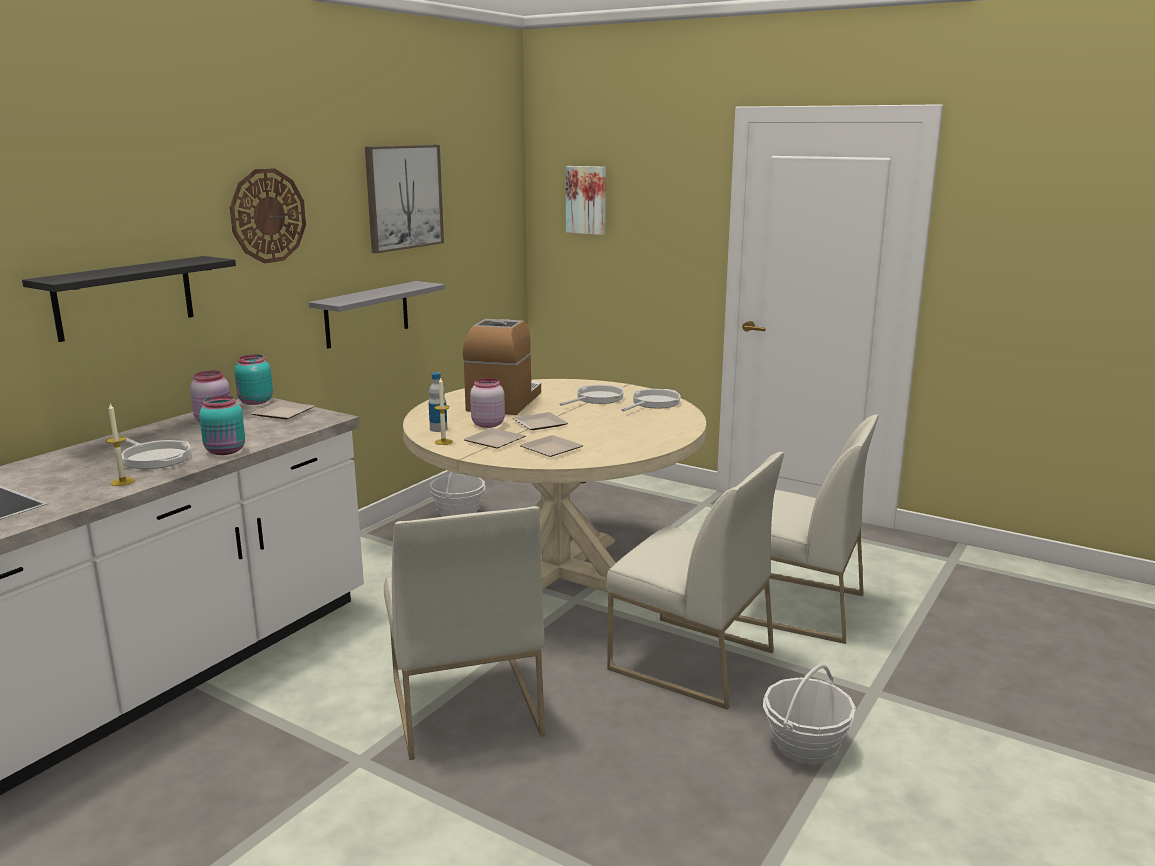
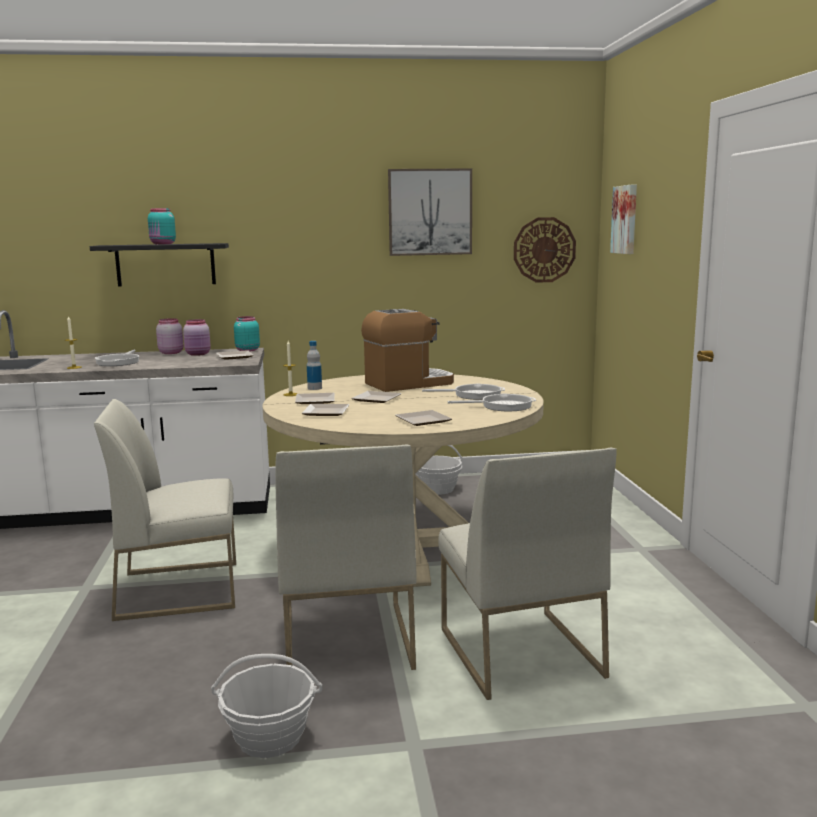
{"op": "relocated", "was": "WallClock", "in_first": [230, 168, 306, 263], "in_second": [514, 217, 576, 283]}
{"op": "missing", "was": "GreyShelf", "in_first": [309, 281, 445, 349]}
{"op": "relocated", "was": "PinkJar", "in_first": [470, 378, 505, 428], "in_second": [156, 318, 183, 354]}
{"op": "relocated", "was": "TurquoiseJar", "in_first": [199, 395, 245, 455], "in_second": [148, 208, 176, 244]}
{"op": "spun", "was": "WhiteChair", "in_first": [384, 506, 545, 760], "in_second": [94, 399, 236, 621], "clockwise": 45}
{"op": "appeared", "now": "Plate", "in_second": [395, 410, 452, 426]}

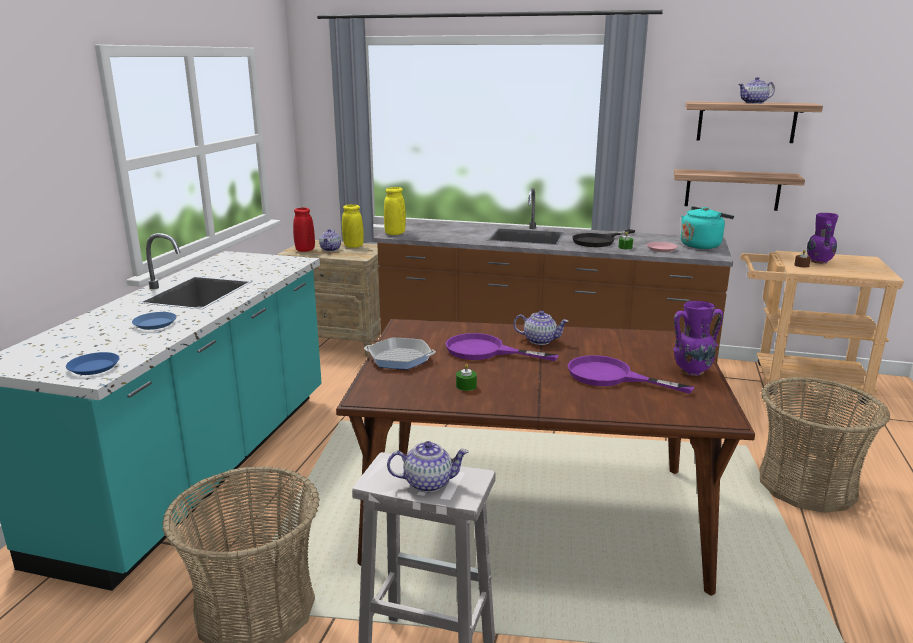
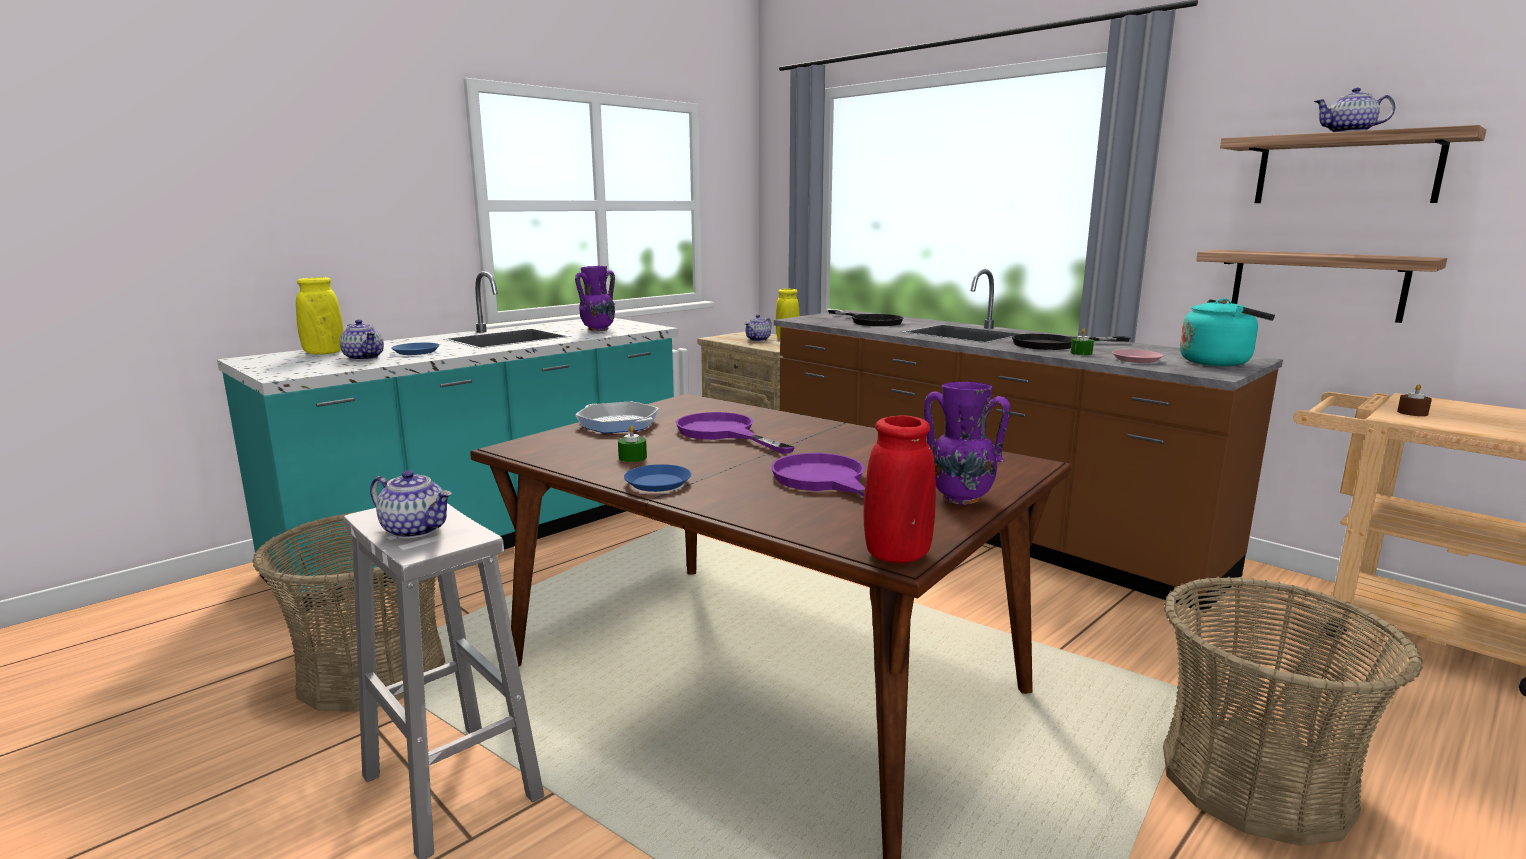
{"op": "relocated", "was": "YellowVase", "in_first": [384, 187, 406, 235], "in_second": [296, 277, 344, 354]}
{"op": "relocated", "was": "RedVase", "in_first": [293, 207, 315, 252], "in_second": [864, 415, 936, 563]}
{"op": "relocated", "was": "PurpleVase", "in_first": [807, 213, 838, 264], "in_second": [575, 266, 615, 331]}
{"op": "relocated", "was": "Teapot", "in_first": [513, 310, 569, 345], "in_second": [340, 319, 384, 360]}
{"op": "relocated", "was": "BluePlate", "in_first": [66, 352, 119, 375], "in_second": [624, 464, 691, 492]}
{"op": "appeared", "now": "BlackFryingPan", "in_second": [828, 310, 904, 326]}

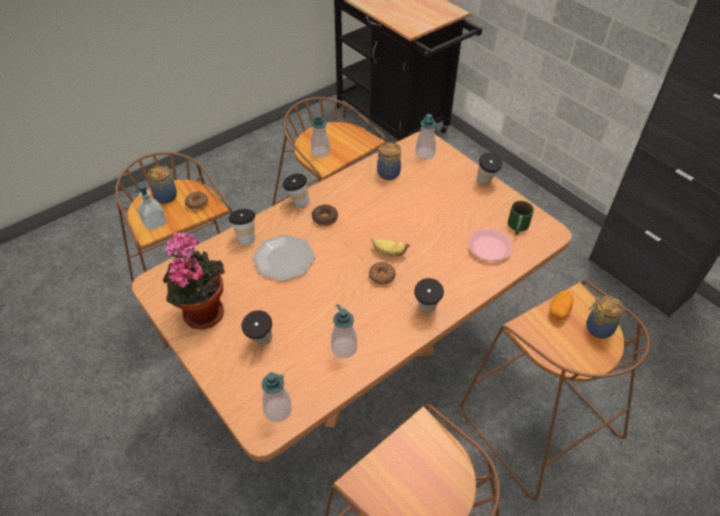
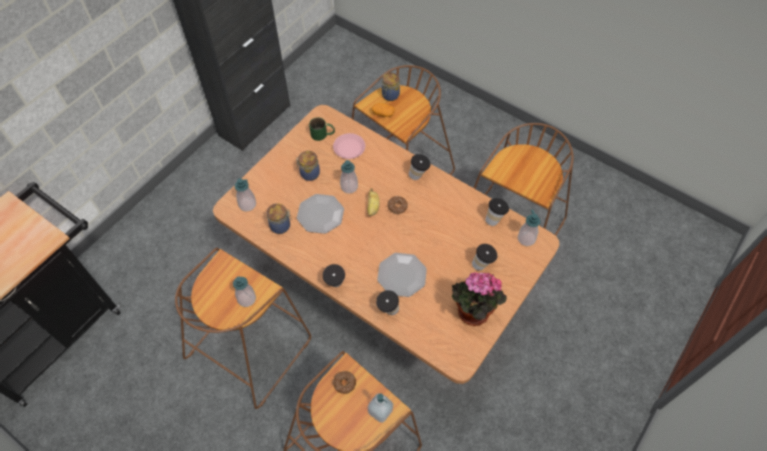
{"op": "relocated", "was": "Cup", "in_first": [477, 153, 503, 184], "in_second": [485, 198, 509, 226]}
{"op": "relocated", "was": "Jar", "in_first": [147, 166, 177, 204], "in_second": [296, 151, 320, 181]}
{"op": "missing", "was": "Donut", "in_first": [312, 205, 338, 226]}
{"op": "relocated", "was": "SoapDispenser", "in_first": [331, 304, 357, 358], "in_second": [340, 160, 358, 193]}
{"op": "appeared", "now": "Plate", "in_second": [297, 194, 344, 234]}

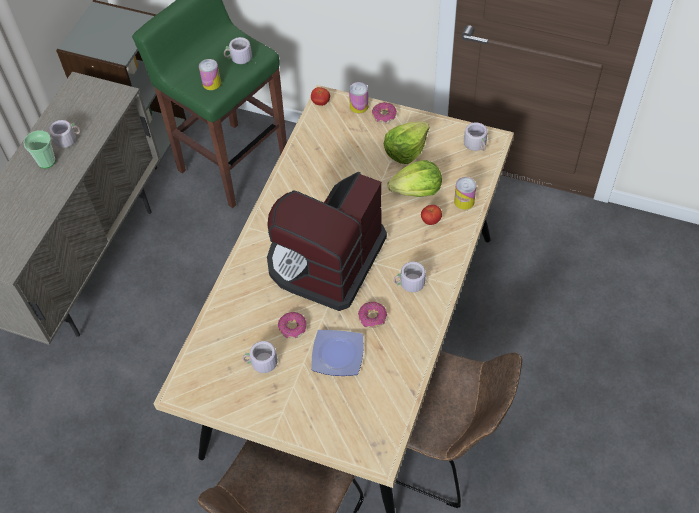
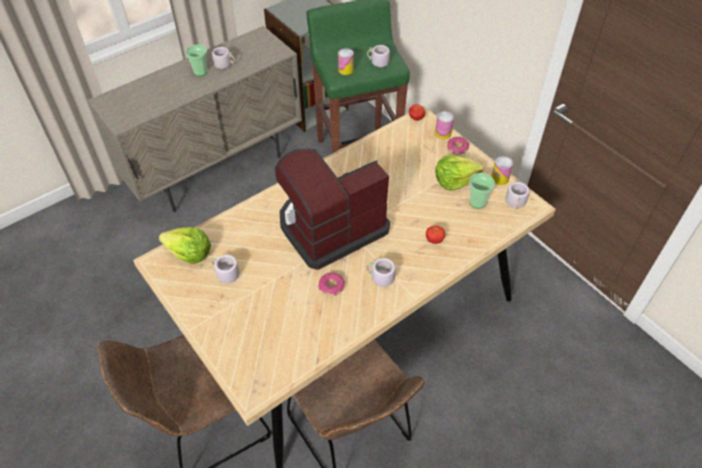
{"op": "relocated", "was": "Lettuce", "in_first": [388, 160, 442, 197], "in_second": [159, 227, 211, 264]}
{"op": "relocated", "was": "Can", "in_first": [454, 177, 476, 210], "in_second": [491, 156, 513, 185]}
{"op": "missing", "was": "Donut", "in_first": [278, 312, 306, 339]}
{"op": "missing", "was": "Plate", "in_first": [312, 330, 364, 376]}
{"op": "appeared", "now": "Cup", "in_second": [469, 173, 495, 209]}

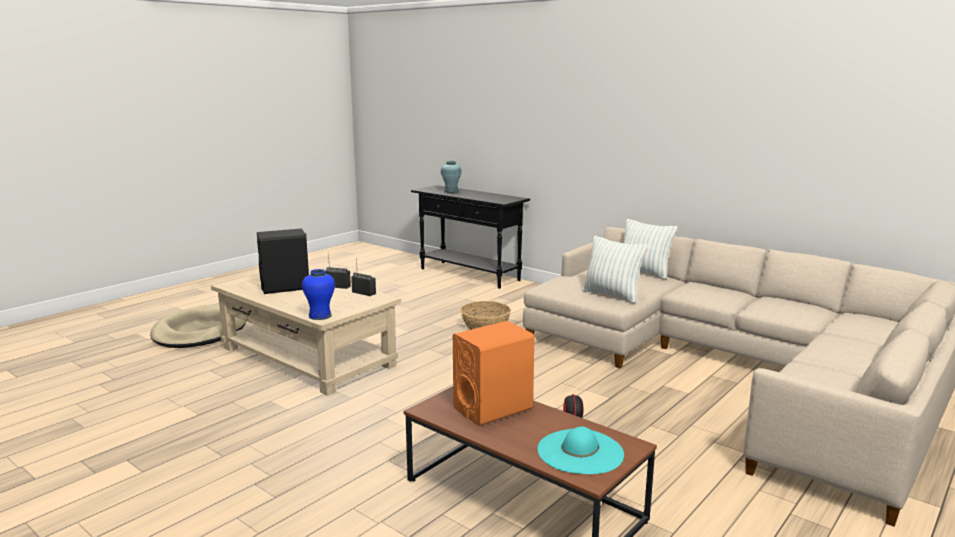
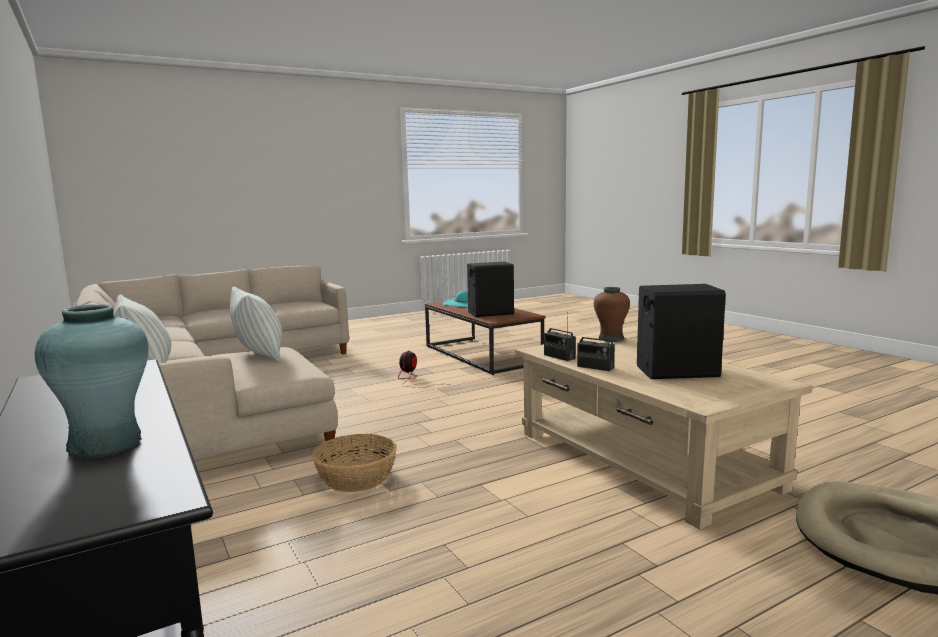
{"op": "colour", "was": "BlueVase", "now": "BrownVase", "in_first": [302, 269, 335, 320], "in_second": [594, 287, 630, 342]}
{"op": "colour", "was": "OrangeSpeaker", "now": "BlackSpeaker", "in_first": [453, 321, 535, 426], "in_second": [467, 262, 514, 317]}

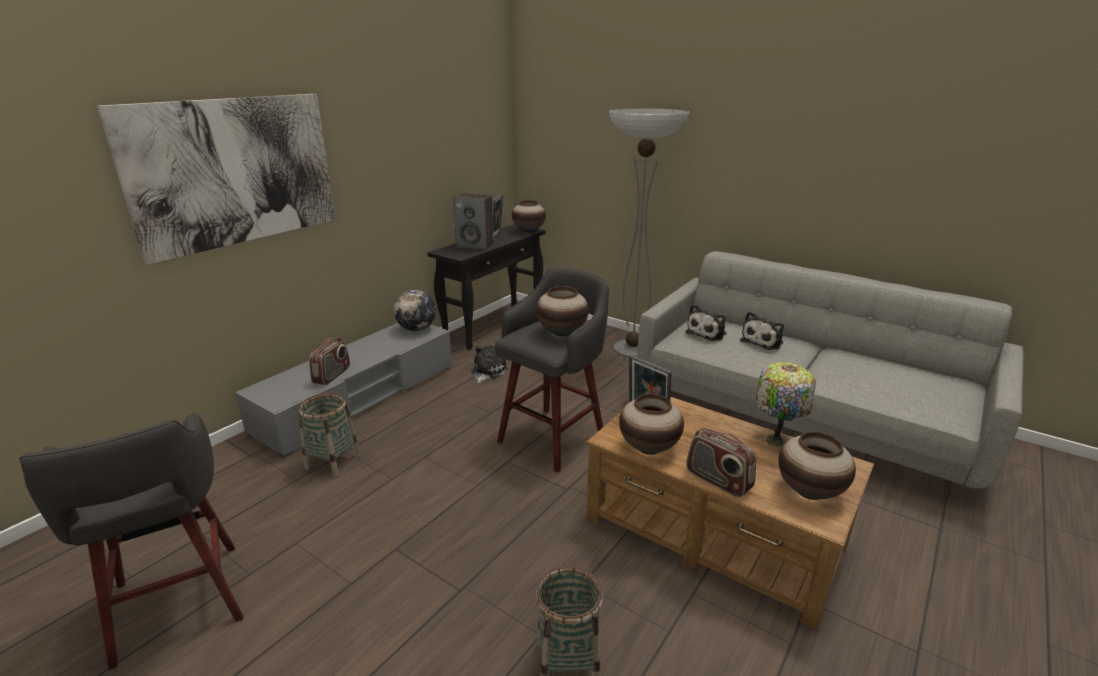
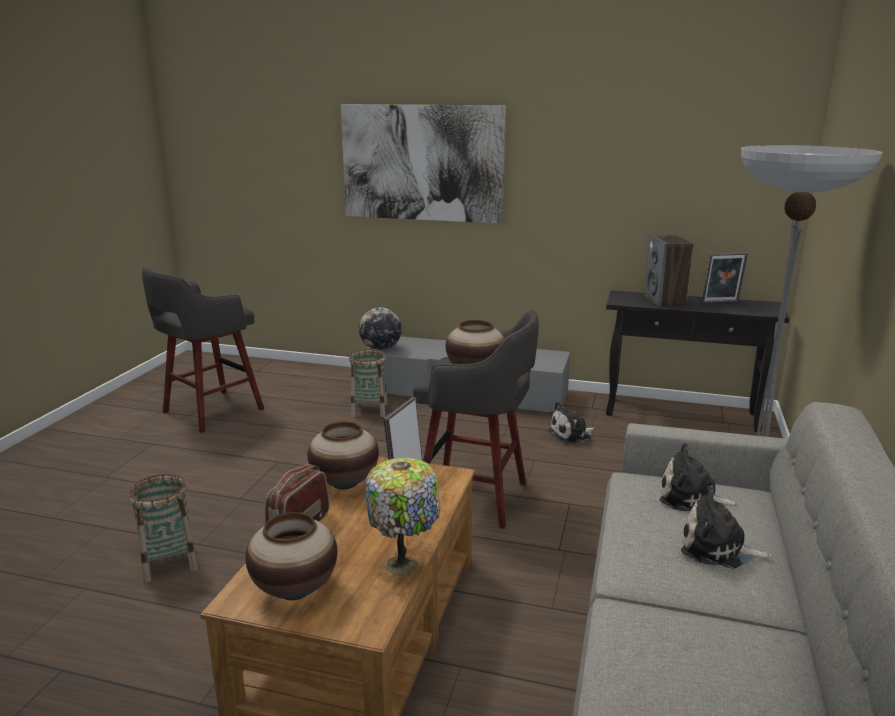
{"op": "missing", "was": "Vase", "in_first": [512, 200, 546, 233]}
{"op": "relocated", "was": "Globe", "in_first": [394, 290, 436, 331], "in_second": [359, 307, 402, 350]}
{"op": "missing", "was": "Radio", "in_first": [309, 337, 350, 385]}
{"op": "spun", "was": "PlushToy", "in_first": [471, 345, 507, 383], "in_second": [548, 401, 594, 444], "clockwise": 150}

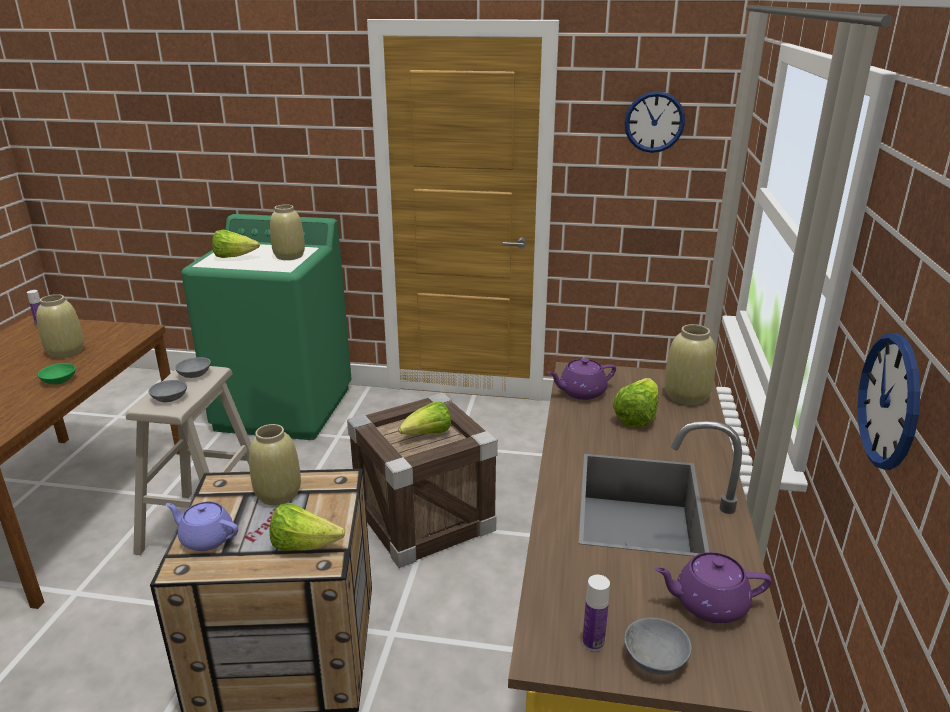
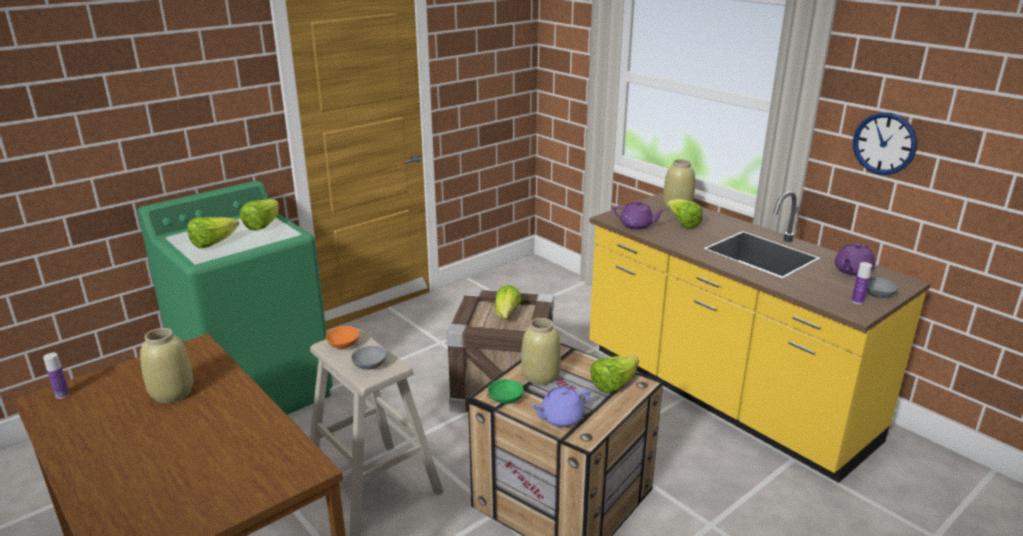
{"op": "missing", "was": "WallClock", "in_first": [624, 91, 685, 153]}
{"op": "exchanged", "was": "BeigeVase", "now": "Lettuce", "in_first": [270, 205, 305, 260], "in_second": [240, 199, 279, 231]}
{"op": "colour", "was": "GreyBowl", "now": "OrangeBowl", "in_first": [175, 357, 211, 378], "in_second": [326, 326, 360, 349]}
{"op": "spun", "was": "PurpleTeapot", "in_first": [547, 358, 616, 400], "in_second": [613, 201, 666, 229], "clockwise": -90}
{"op": "relocated", "was": "GreenBowl", "in_first": [38, 363, 76, 385], "in_second": [488, 379, 524, 404]}

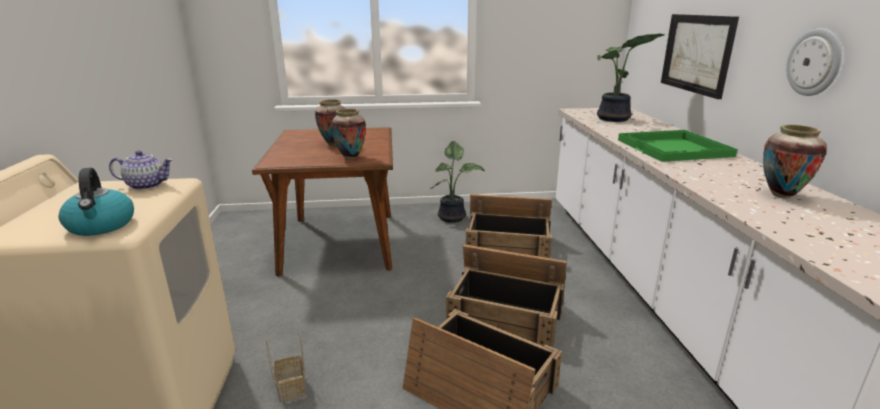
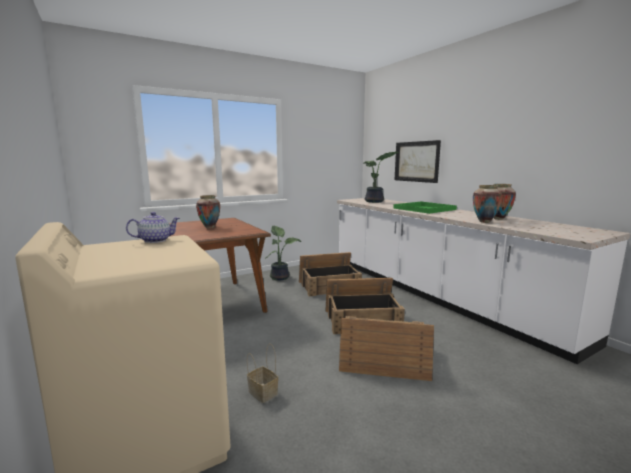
{"op": "missing", "was": "WallClock", "in_first": [786, 28, 842, 96]}
{"op": "relocated", "was": "Vase", "in_first": [331, 109, 366, 159], "in_second": [473, 185, 502, 223]}
{"op": "missing", "was": "Kettle", "in_first": [59, 167, 134, 236]}

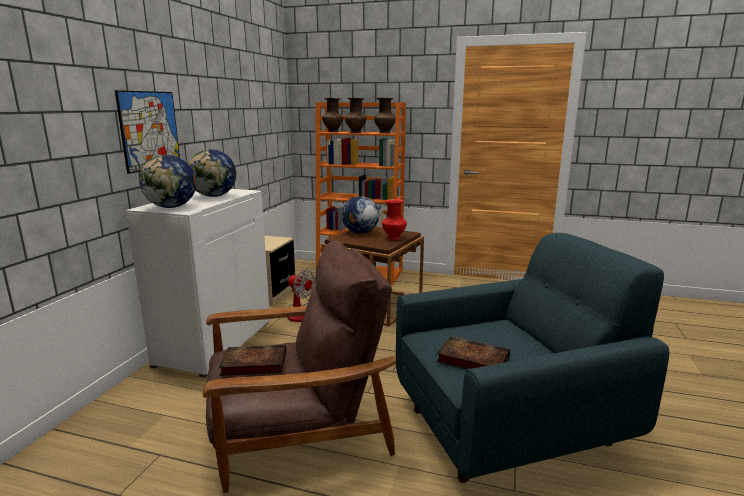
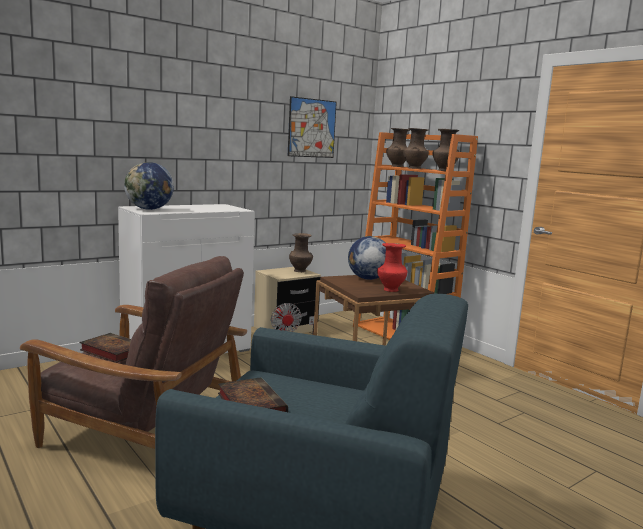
{"op": "relocated", "was": "Picture", "in_first": [115, 90, 180, 174], "in_second": [288, 96, 337, 158]}
{"op": "missing", "was": "Globe", "in_first": [189, 149, 236, 197]}
{"op": "appeared", "now": "BrownVase", "in_second": [289, 233, 313, 272]}

